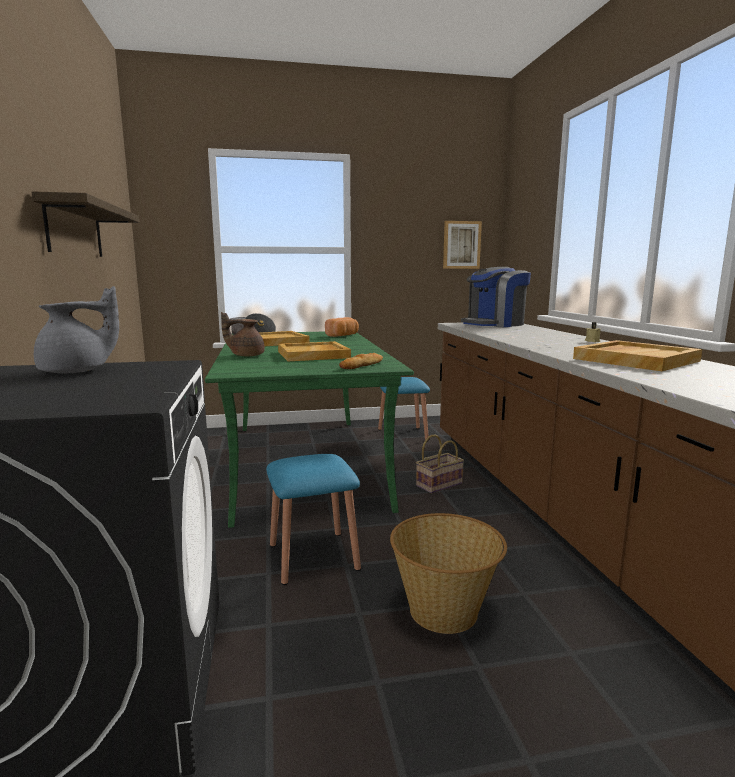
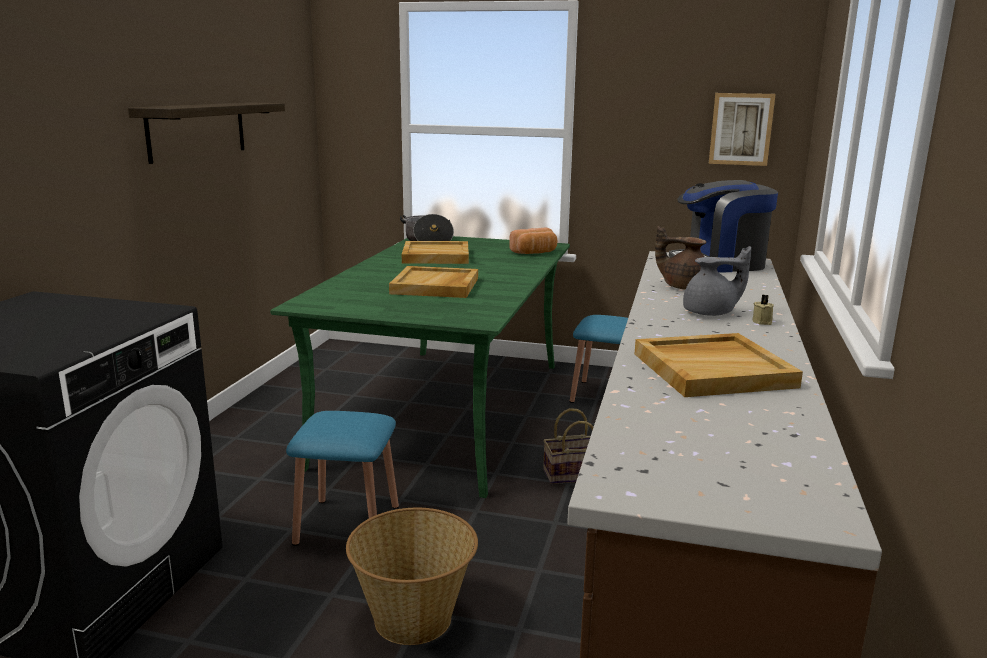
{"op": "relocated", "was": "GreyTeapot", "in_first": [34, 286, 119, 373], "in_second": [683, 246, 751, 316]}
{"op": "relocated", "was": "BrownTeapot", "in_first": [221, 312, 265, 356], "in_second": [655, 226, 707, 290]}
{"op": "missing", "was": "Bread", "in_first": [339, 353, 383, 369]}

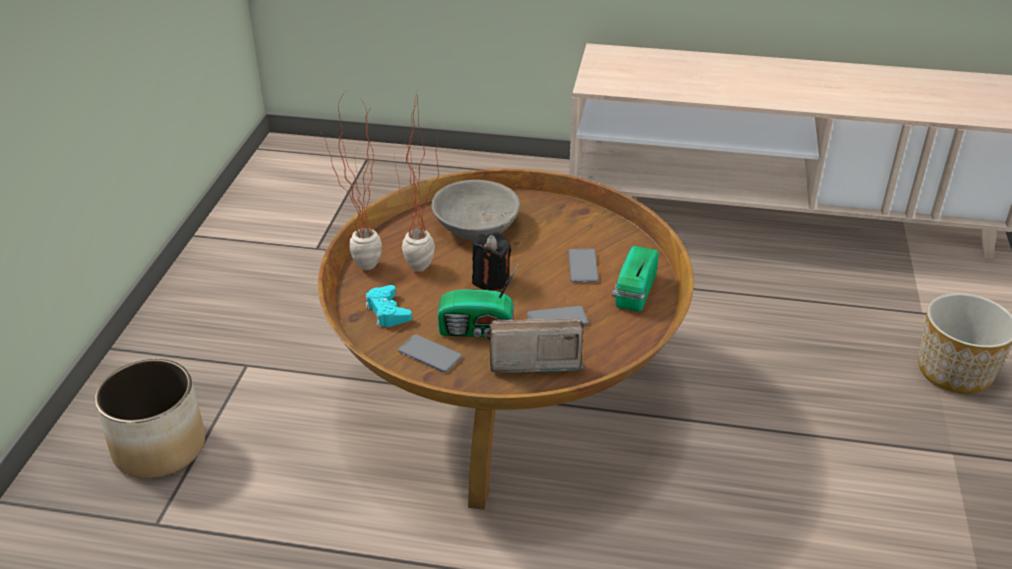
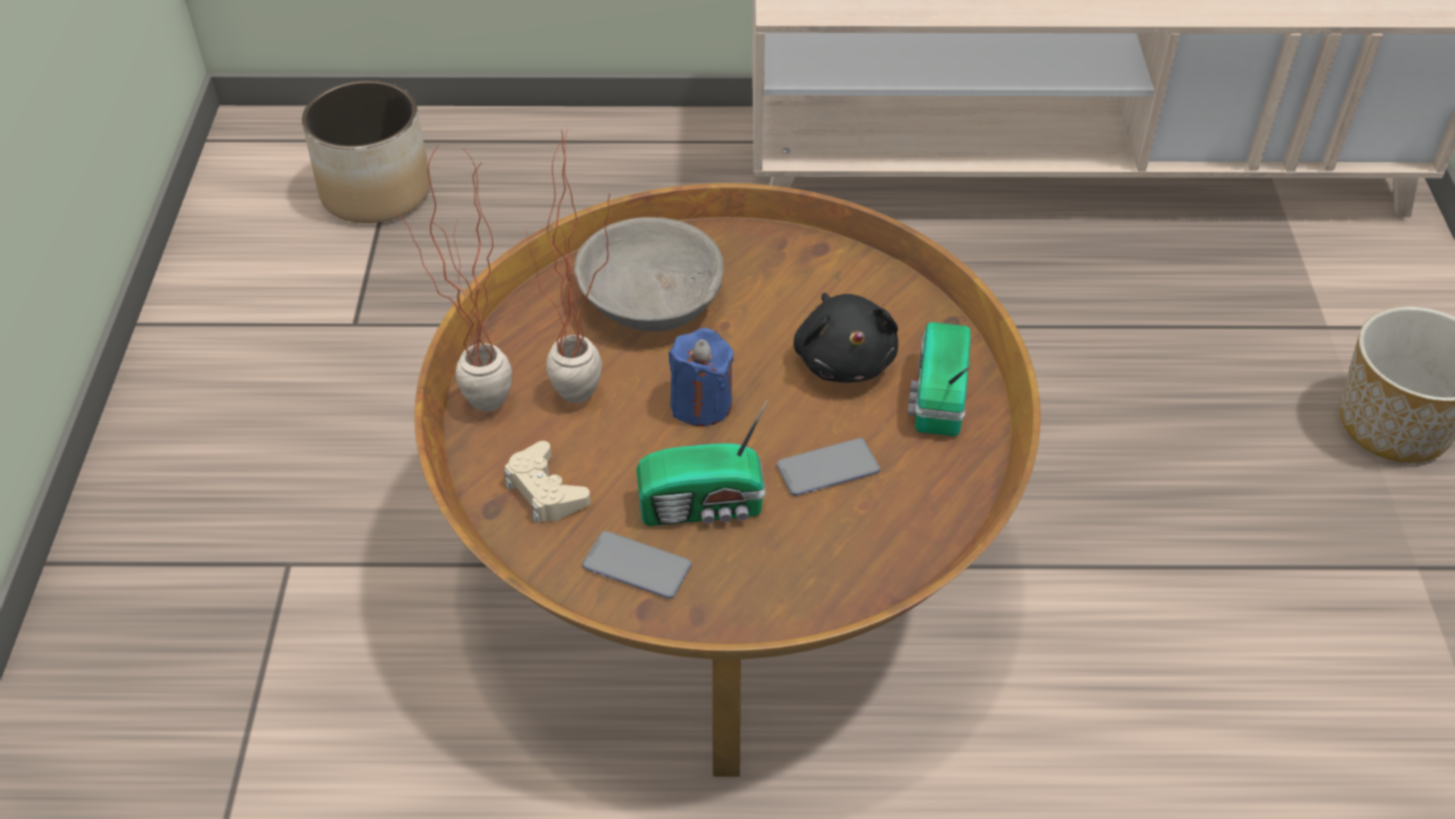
{"op": "colour", "was": "BlackCandle", "now": "BlueCandle", "in_first": [472, 232, 511, 291], "in_second": [668, 328, 734, 426]}
{"op": "exchanged", "was": "Phone", "now": "BlackPlushToy", "in_first": [568, 249, 599, 282], "in_second": [793, 293, 898, 383]}
{"op": "colour", "was": "TurquoiseGameController", "now": "BeigeGameController", "in_first": [365, 285, 412, 327], "in_second": [504, 441, 591, 523]}
{"op": "missing", "was": "Radio", "in_first": [486, 319, 584, 373]}
{"op": "relocated", "was": "Planter", "in_first": [95, 359, 205, 478], "in_second": [302, 80, 431, 223]}

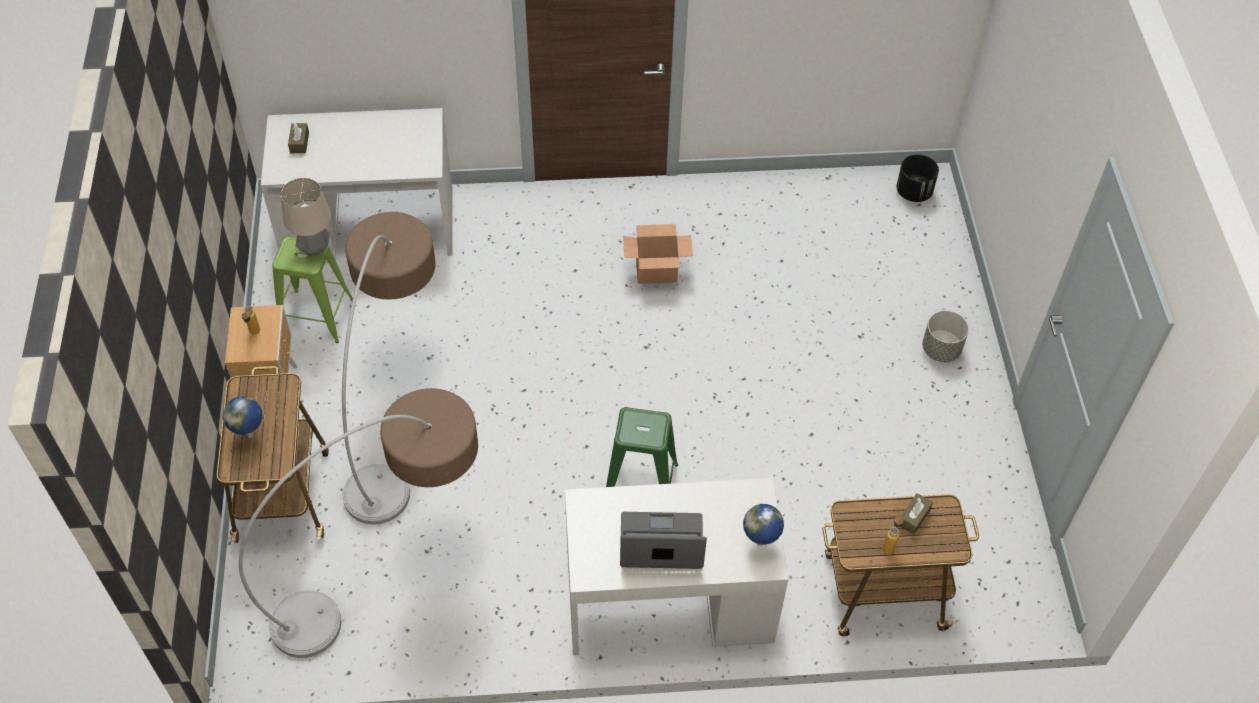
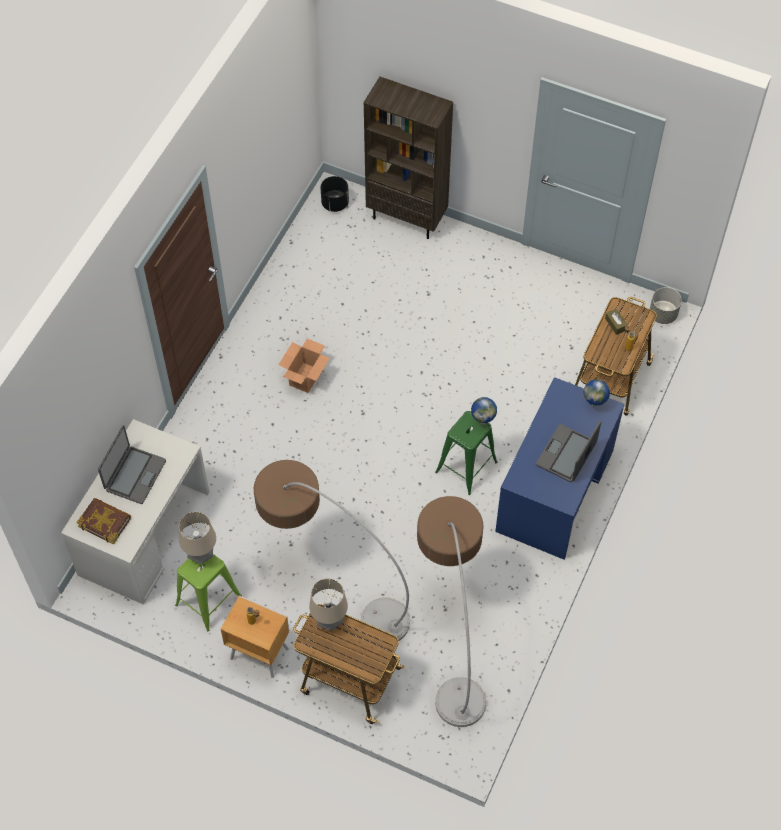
{"op": "exchanged", "was": "BrownTissueBox", "now": "Book", "in_first": [288, 123, 309, 153], "in_second": [76, 498, 131, 544]}
{"op": "relocated", "was": "GreyPlanter", "in_first": [922, 311, 969, 362], "in_second": [650, 287, 682, 324]}
{"op": "relocated", "was": "Globe", "in_first": [223, 396, 262, 438], "in_second": [471, 397, 497, 425]}
{"op": "colour", "was": "WhiteDesk", "now": "BlueDesk", "in_first": [565, 478, 789, 655], "in_second": [495, 377, 624, 560]}
{"op": "appeared", "now": "BrownBookcase", "in_second": [364, 77, 453, 239]}
{"op": "appeared", "now": "Laptop", "in_second": [98, 425, 166, 504]}
{"op": "appeared", "now": "TableLamp", "in_second": [309, 578, 348, 631]}

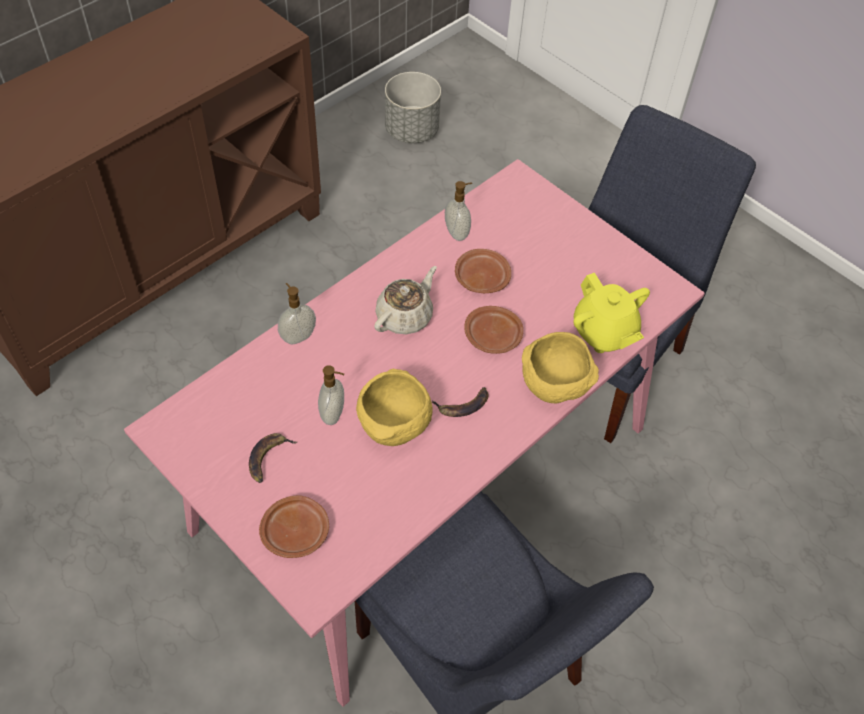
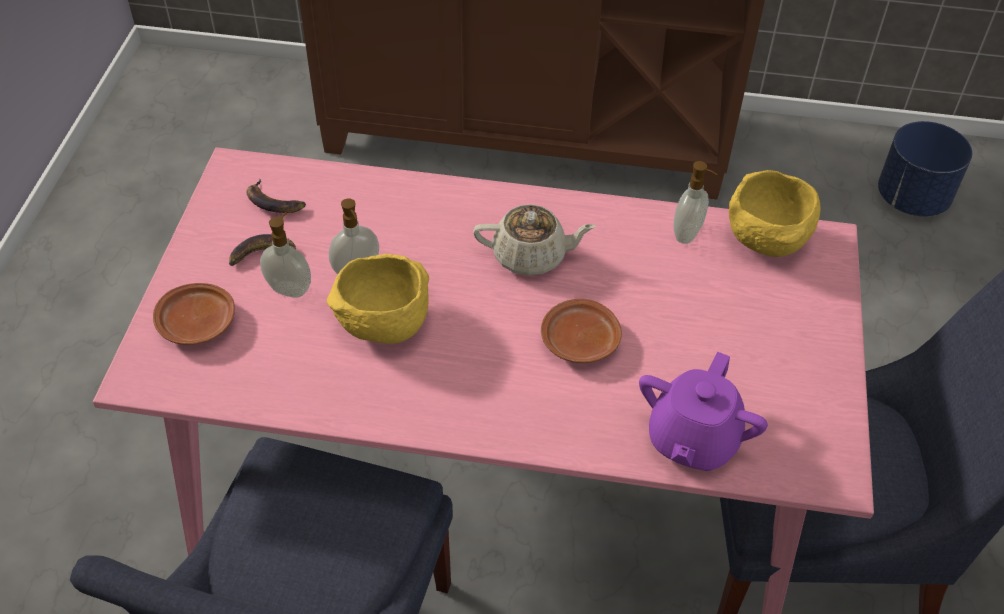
{"op": "colour", "was": "GreyPlanter", "now": "BluePlanter", "in_first": [385, 72, 441, 143], "in_second": [878, 121, 972, 216]}
{"op": "missing", "was": "BrownPlate", "in_first": [455, 249, 511, 293]}
{"op": "colour", "was": "YellowTeapot", "now": "PurpleTeapot", "in_first": [573, 273, 650, 353], "in_second": [639, 352, 768, 471]}
{"op": "relocated", "was": "SoapDispenser", "in_first": [278, 283, 316, 344], "in_second": [260, 212, 311, 298]}
{"op": "relocated", "was": "YellowBowl", "in_first": [522, 332, 599, 403], "in_second": [729, 170, 820, 257]}
{"op": "relocated", "was": "Banana", "in_first": [432, 387, 488, 417], "in_second": [246, 179, 306, 213]}

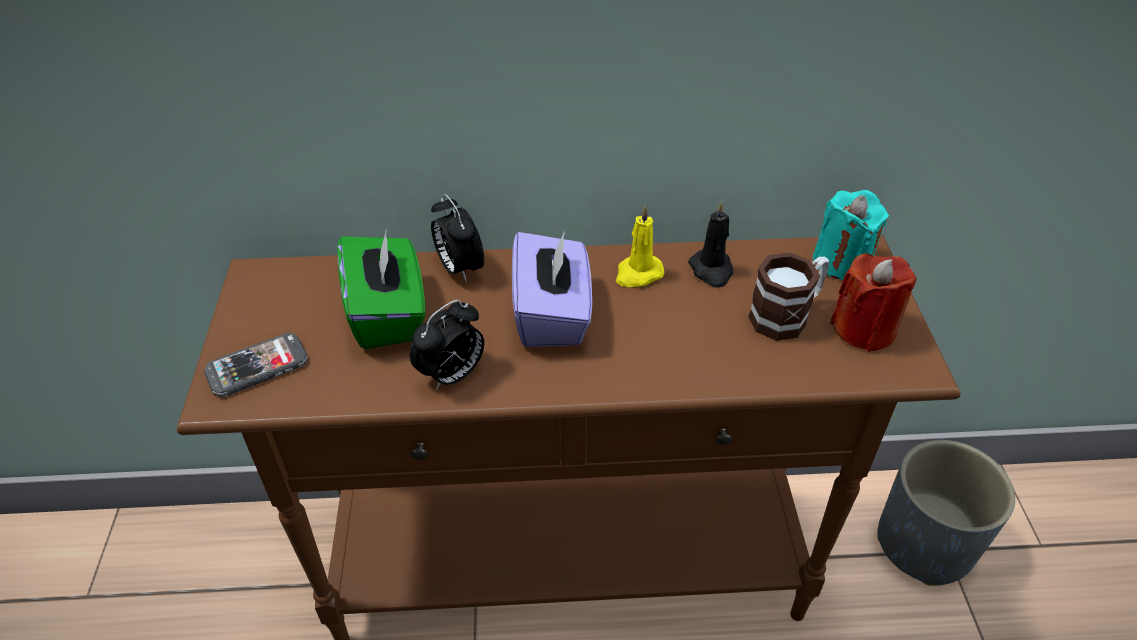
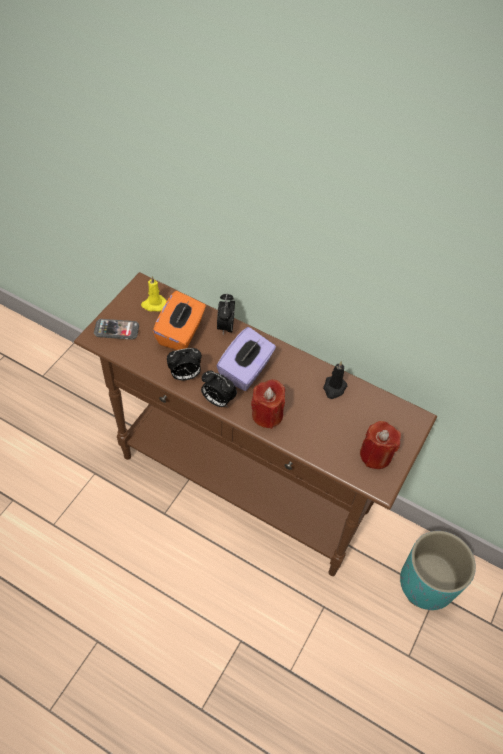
{"op": "missing", "was": "TurquoiseCandle", "in_first": [813, 190, 889, 280]}
{"op": "relocated", "was": "YellowCandle", "in_first": [616, 205, 665, 287], "in_second": [141, 276, 167, 312]}
{"op": "colour", "was": "GreenTissueBox", "now": "OrangeTissueBox", "in_first": [337, 229, 425, 349], "in_second": [153, 291, 206, 350]}
{"op": "missing", "was": "Mug", "in_first": [748, 252, 829, 341]}
{"op": "colour", "was": "GreyPlanter", "now": "TurquoisePlanter", "in_first": [877, 440, 1015, 586], "in_second": [400, 531, 476, 610]}
{"op": "appeared", "now": "AlarmClock", "in_second": [201, 371, 237, 408]}
{"op": "appeared", "now": "RedCandle", "in_second": [251, 379, 285, 429]}

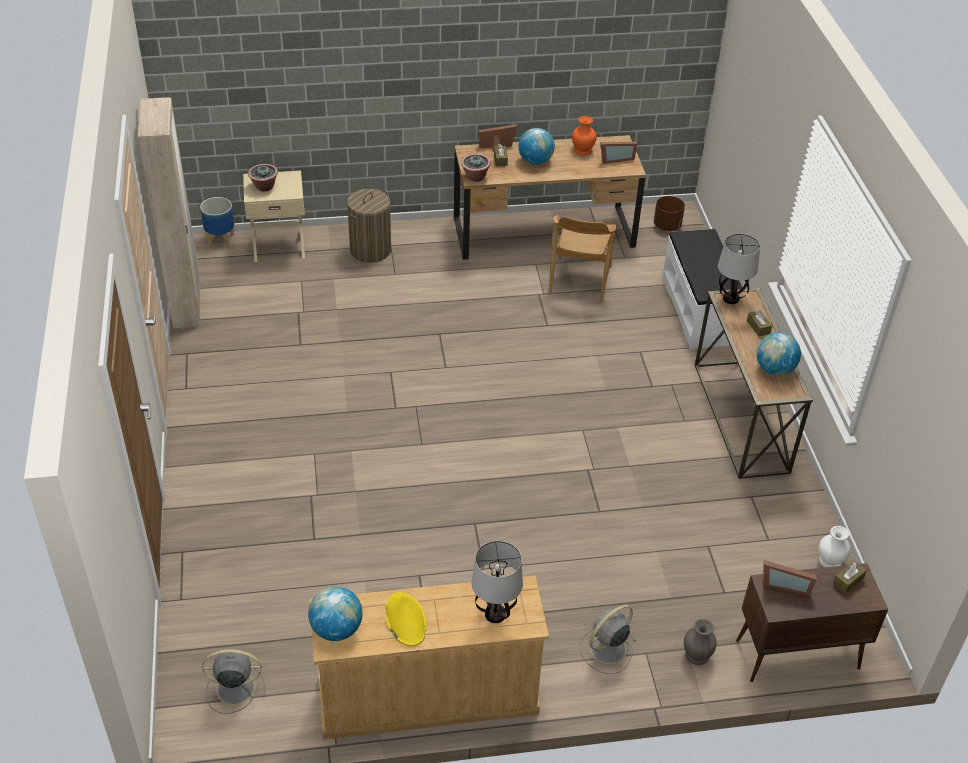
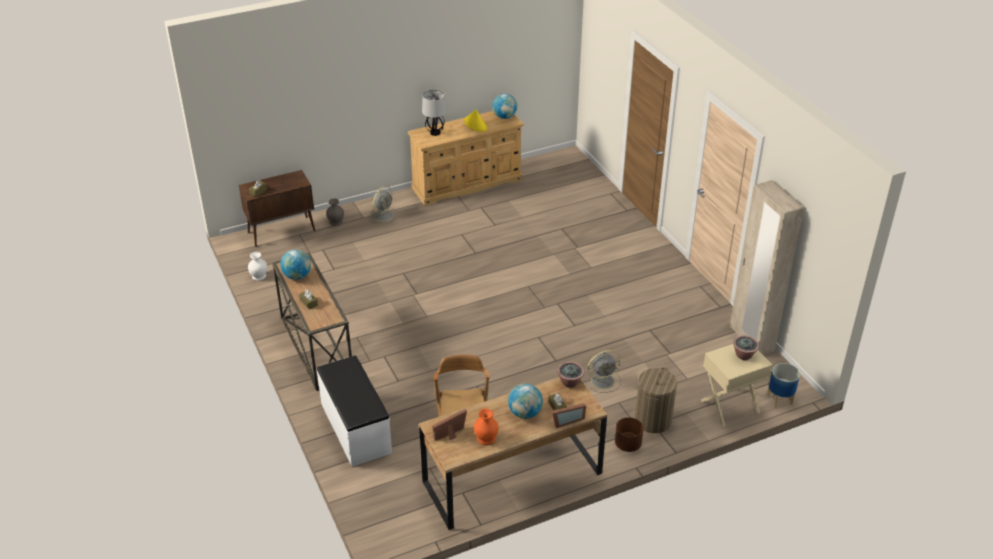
{"op": "relocated", "was": "BrownPlanter", "in_first": [654, 196, 685, 231], "in_second": [615, 417, 644, 452]}
{"op": "missing", "was": "TableLamp", "in_first": [718, 234, 760, 304]}
{"op": "missing", "was": "PictureFrame", "in_first": [763, 560, 817, 596]}
{"op": "relocated", "was": "GreyFan", "in_first": [202, 649, 265, 714], "in_second": [583, 350, 621, 393]}

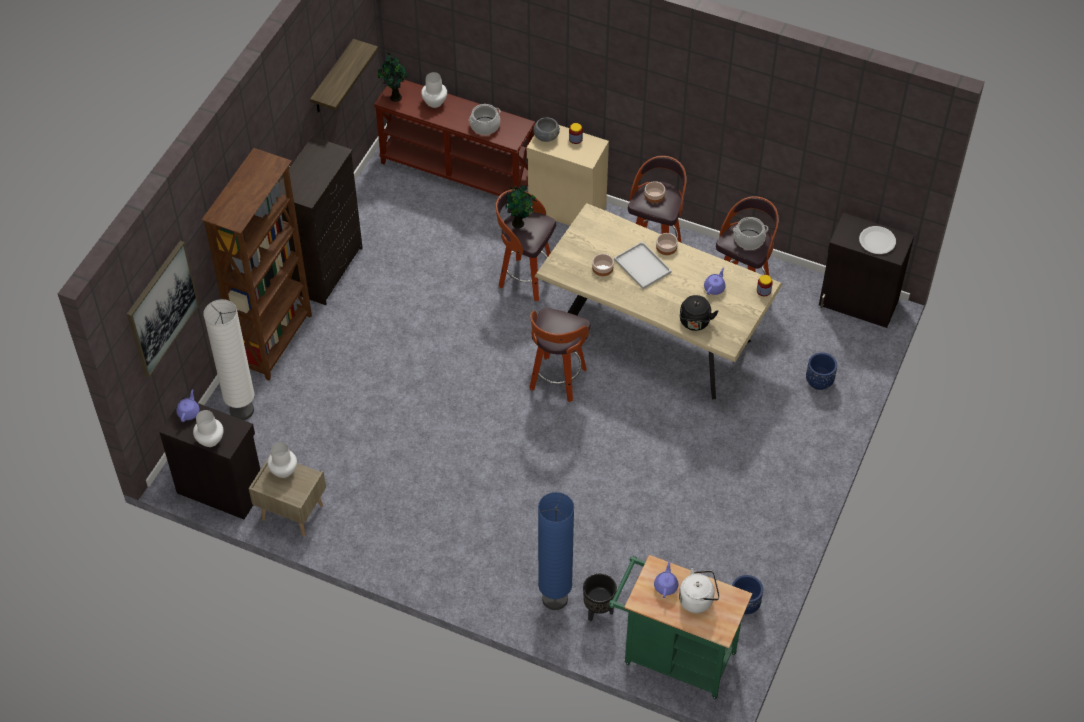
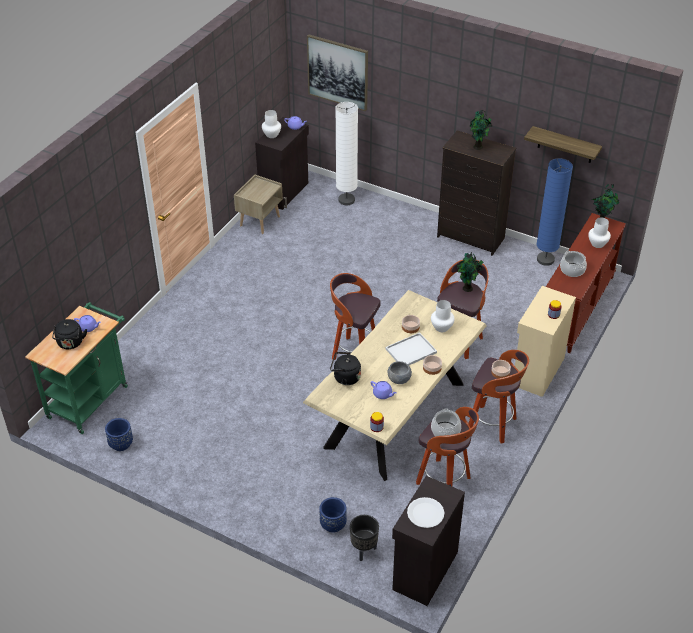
{"op": "relocated", "was": "GreyBowl", "in_first": [534, 117, 560, 142], "in_second": [387, 361, 412, 384]}
{"op": "missing", "was": "BrownBookcase", "in_first": [202, 148, 312, 381]}
{"op": "relocated", "was": "WhiteVase", "in_first": [267, 442, 297, 478], "in_second": [431, 300, 455, 332]}
{"op": "relocated", "was": "BlueFloorLamp", "in_first": [538, 492, 574, 610], "in_second": [536, 158, 573, 266]}
{"op": "colour", "was": "WhiteKettle", "now": "BlackKettle", "in_first": [679, 568, 720, 613], "in_second": [52, 319, 87, 349]}
{"op": "relocated", "was": "BlackPlanter", "in_first": [583, 573, 617, 621], "in_second": [350, 515, 379, 561]}
{"op": "appeared", "now": "PottedPlant", "in_second": [470, 110, 492, 150]}

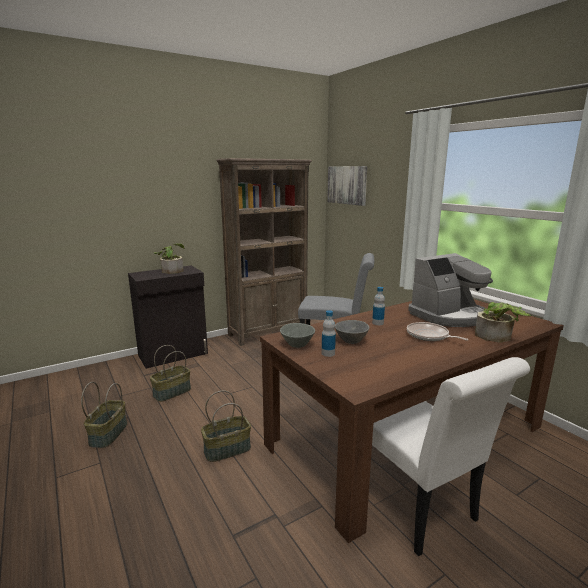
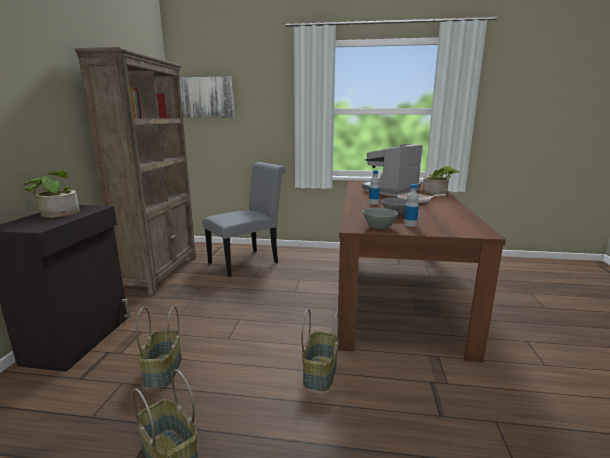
{"op": "spun", "was": "CoffeeMachine", "in_first": [408, 253, 493, 327], "in_second": [362, 144, 423, 196], "clockwise": -150}
{"op": "missing", "was": "WhiteChair", "in_first": [372, 357, 530, 556]}

